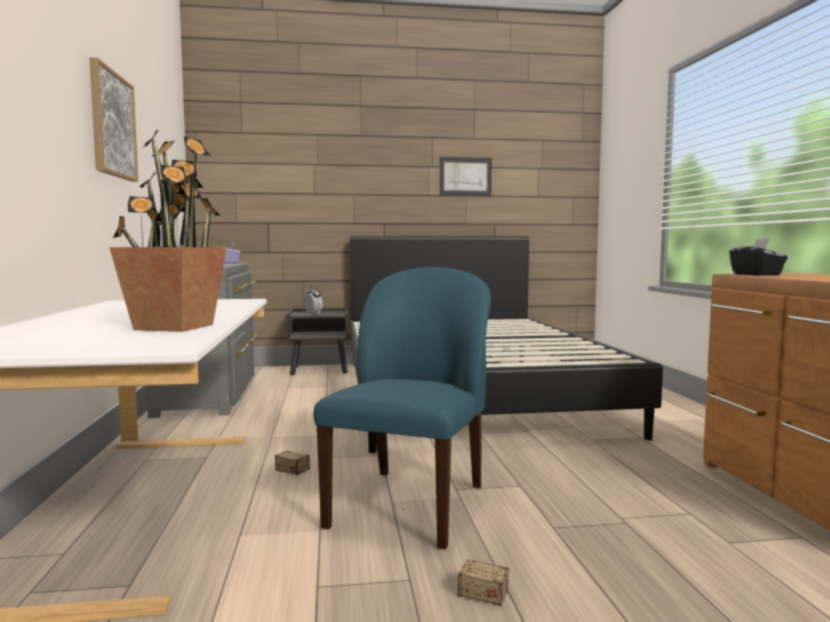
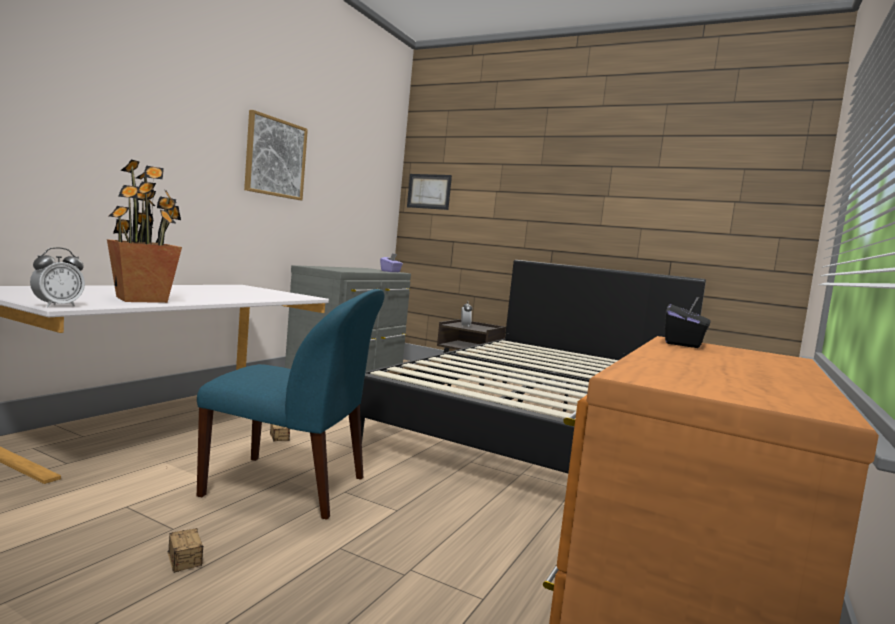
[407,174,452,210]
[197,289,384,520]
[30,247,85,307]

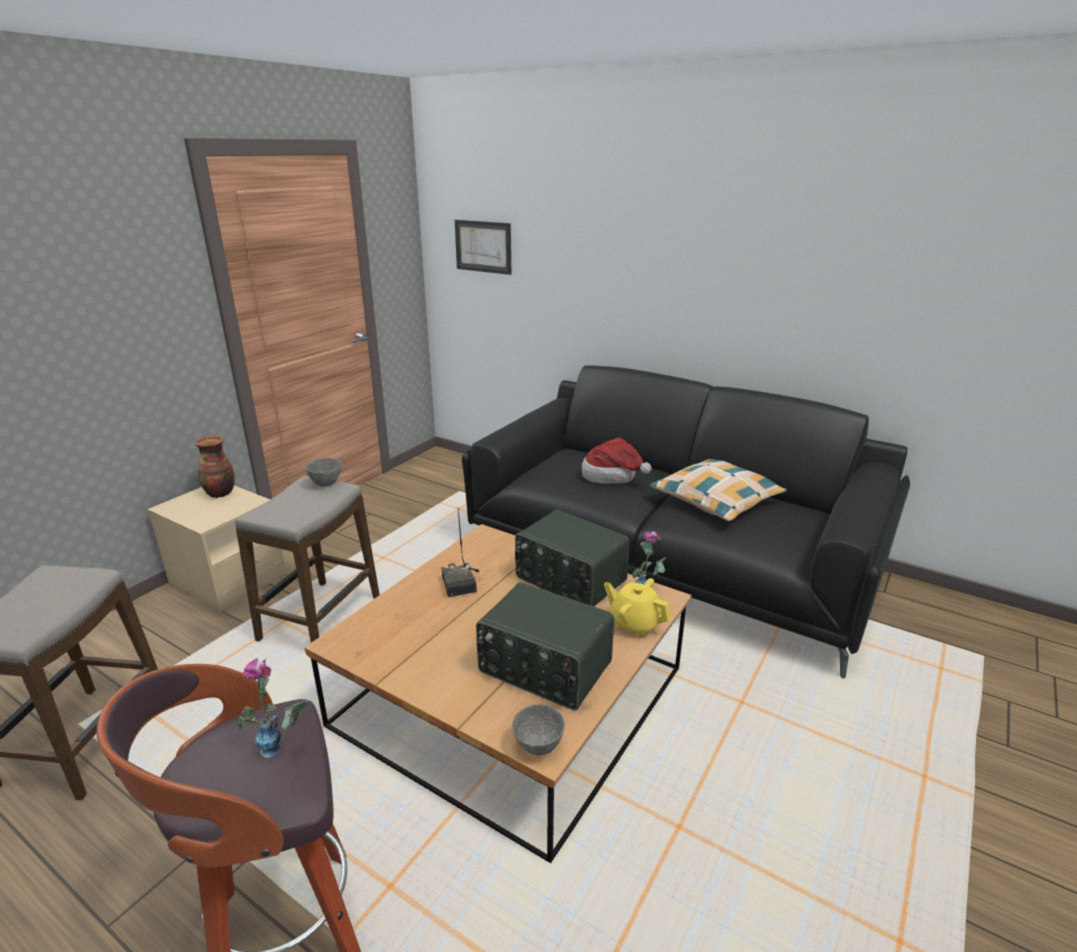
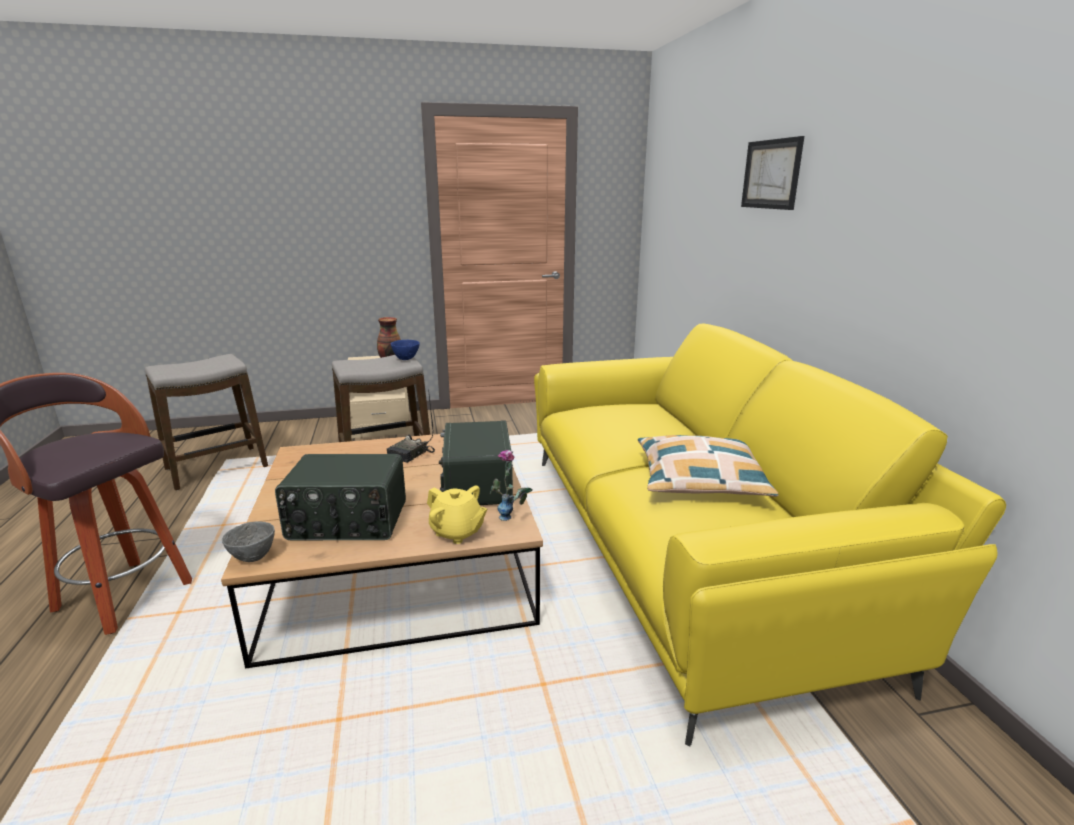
[741,136,804,210]
[534,323,1006,747]
[582,438,652,484] (first image)
[391,340,420,360]
[427,486,487,544]
[275,454,406,540]
[238,658,309,758] (first image)

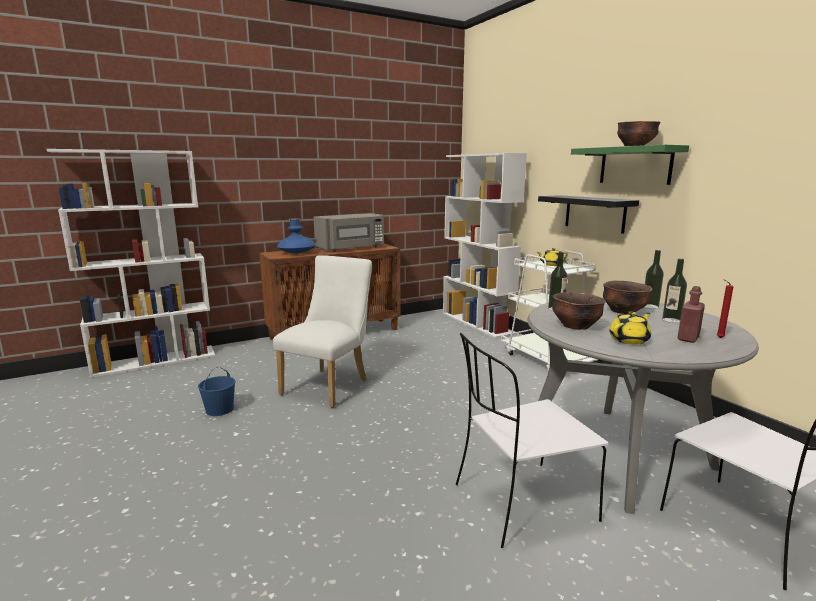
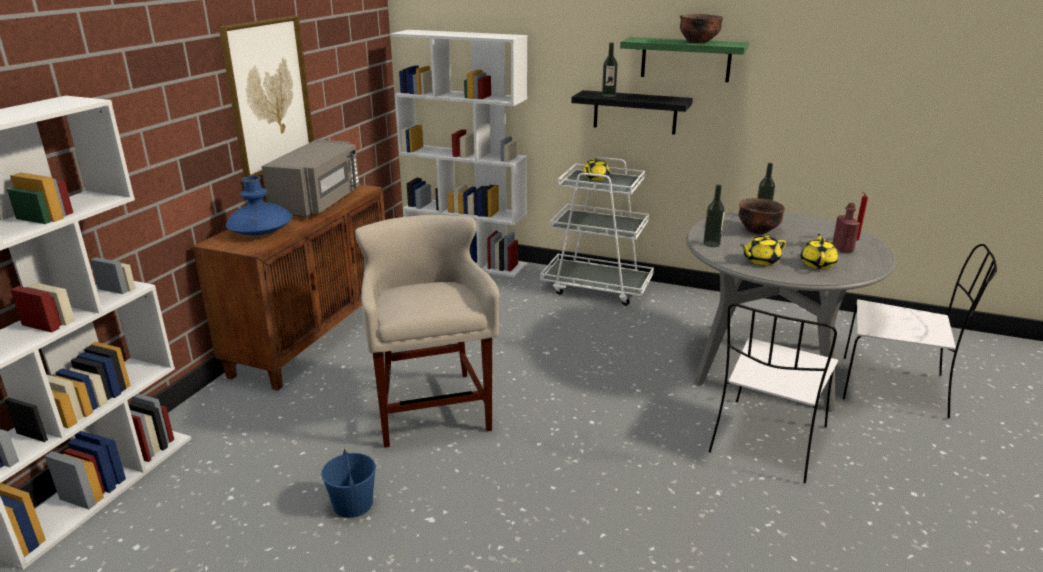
[355,215,499,448]
[602,42,618,97]
[741,235,786,265]
[219,16,314,177]

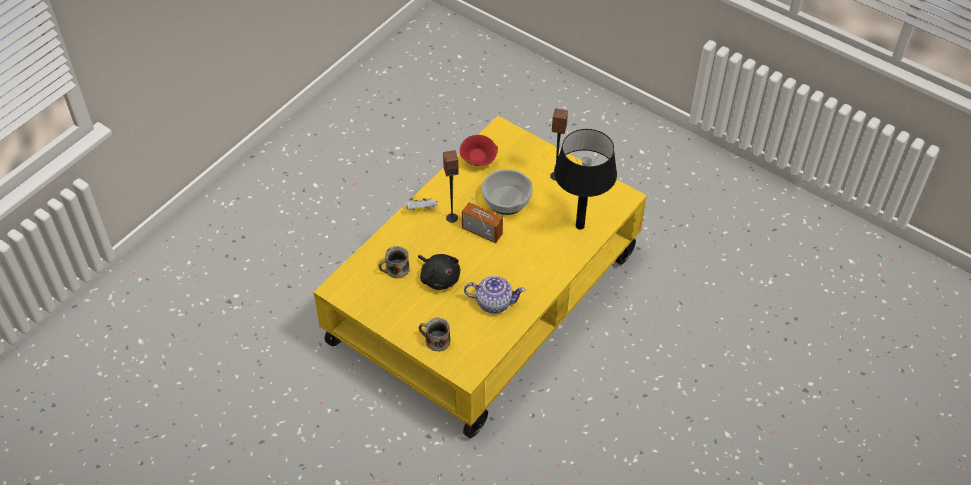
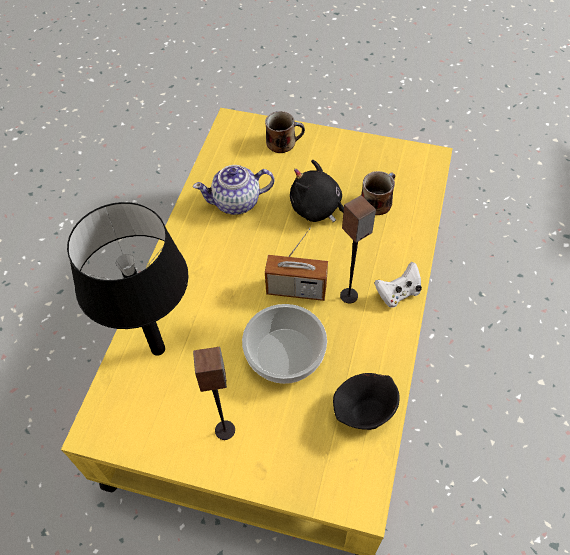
[333,373,400,430]

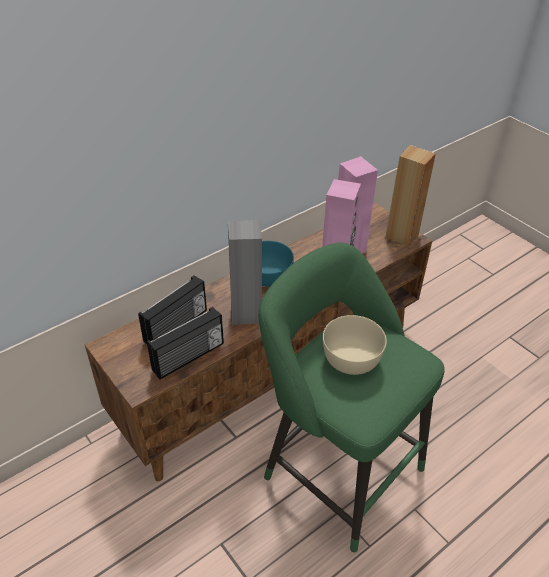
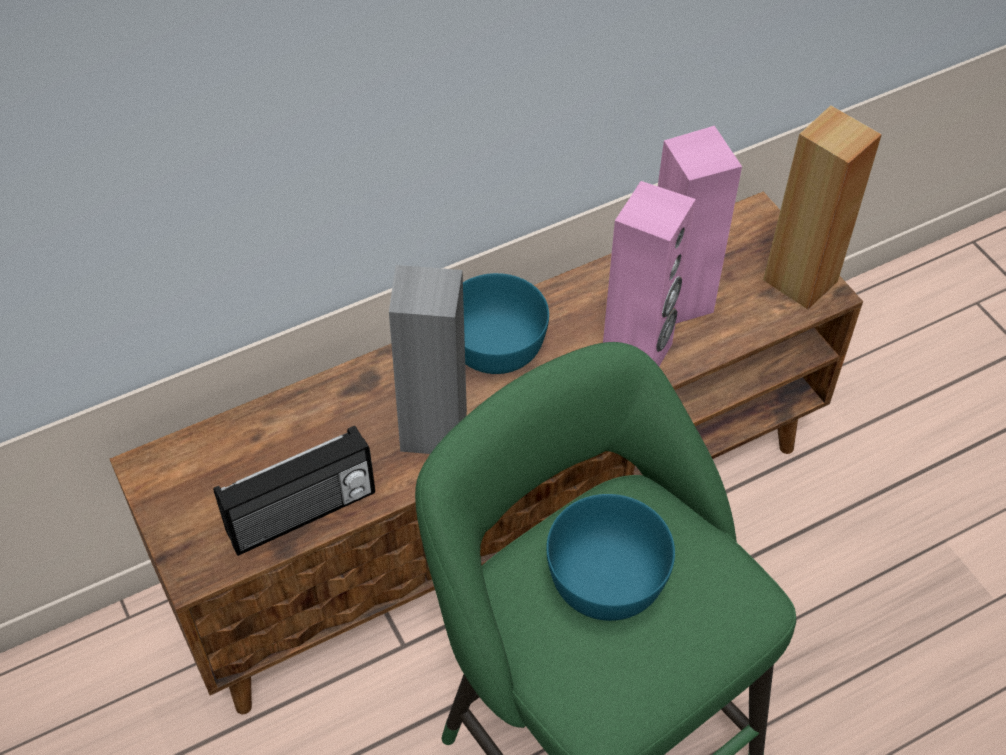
[138,275,207,344] (first image)
[546,494,675,621]

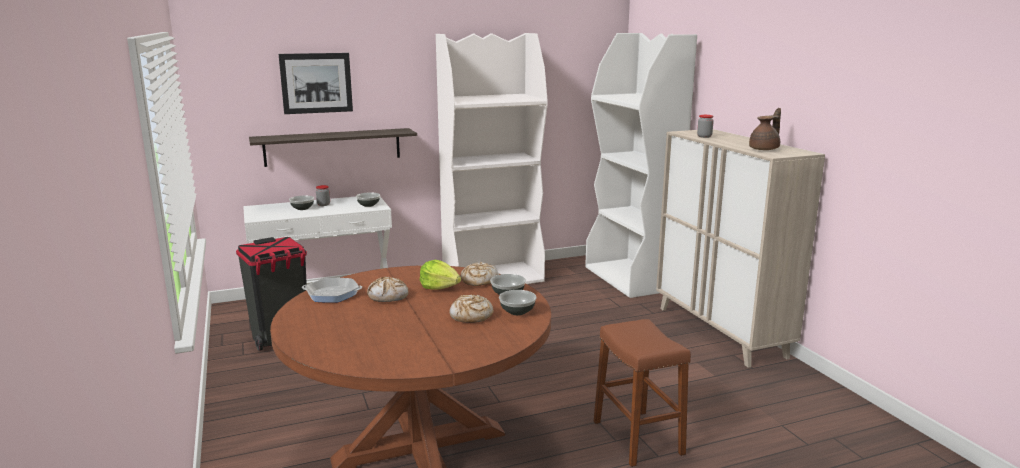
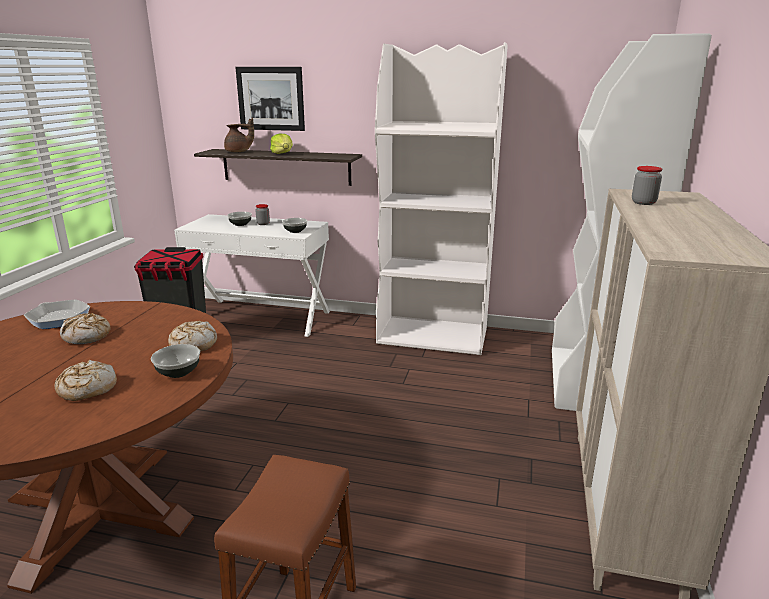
[224,118,254,152]
[270,133,293,154]
[499,290,537,315] (first image)

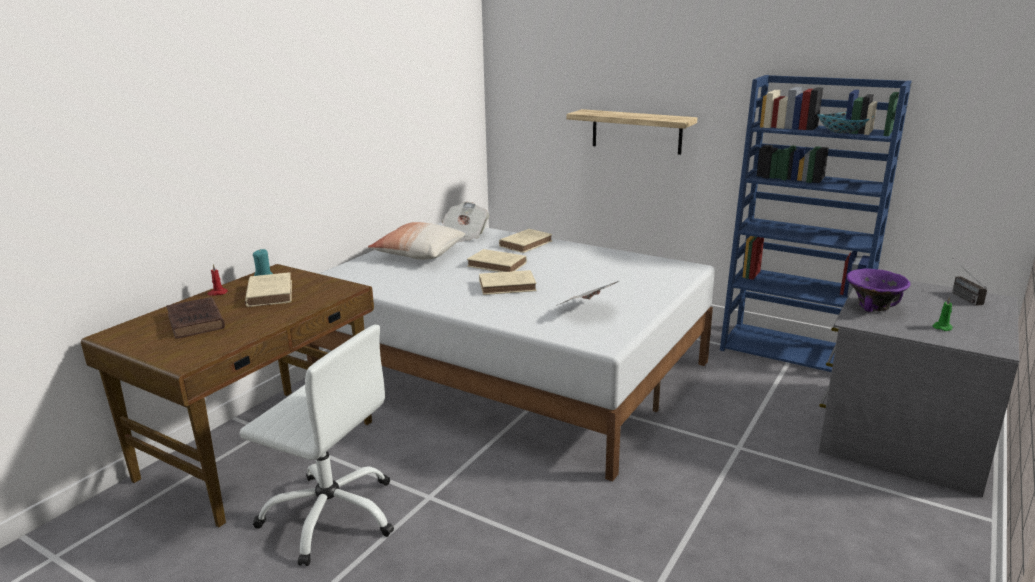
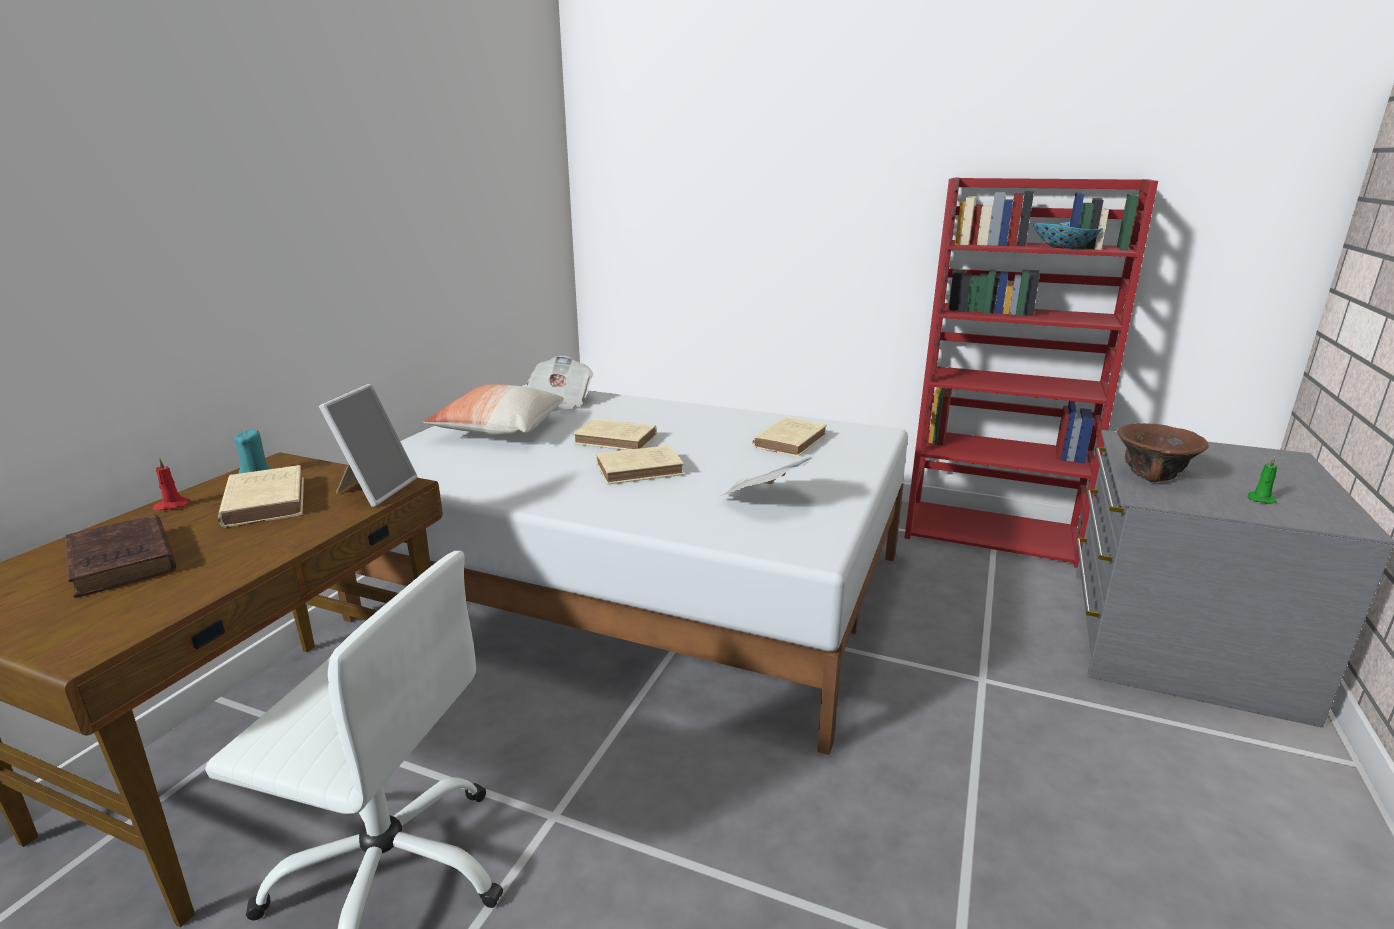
[905,178,1158,568]
[566,109,697,155] (first image)
[753,417,827,457]
[952,257,987,306] (first image)
[1117,423,1209,482]
[319,384,417,507]

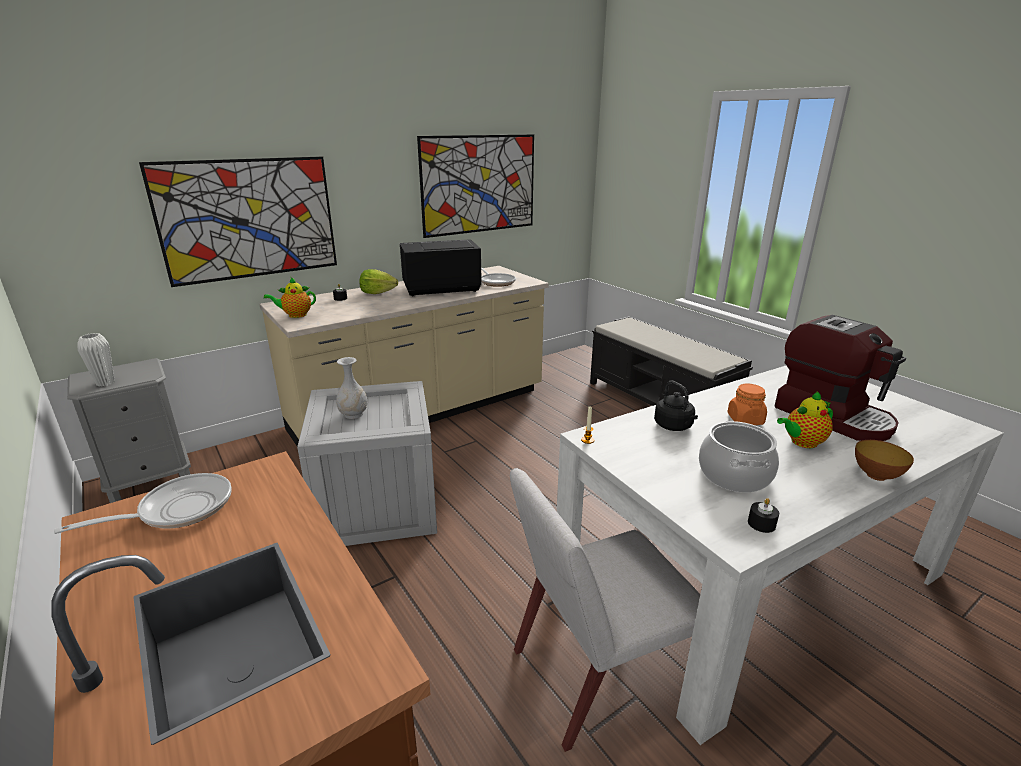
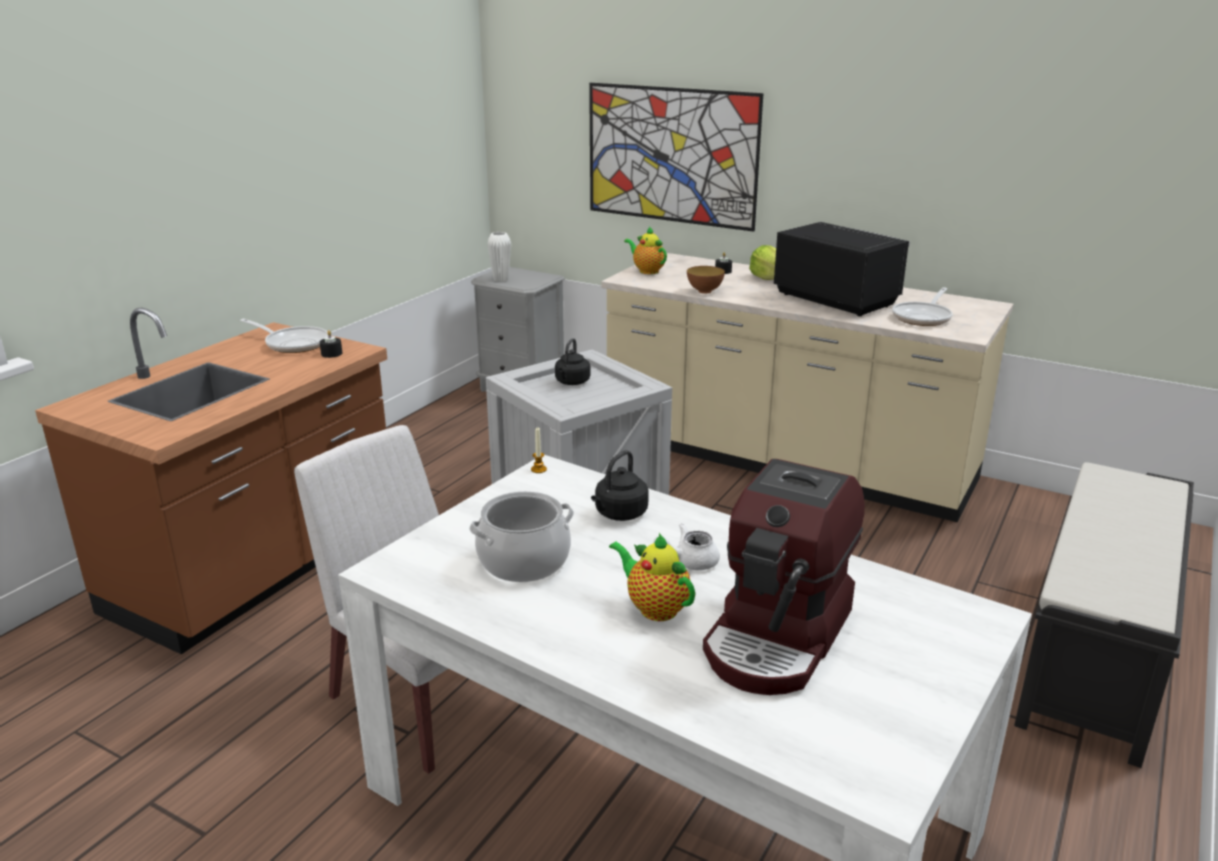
[417,134,534,238] (first image)
[555,338,591,385]
[653,523,720,570]
[687,266,725,294]
[320,330,342,358]

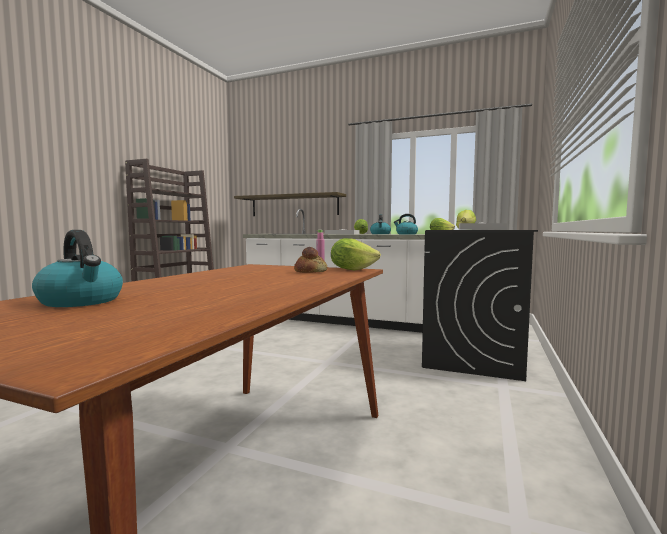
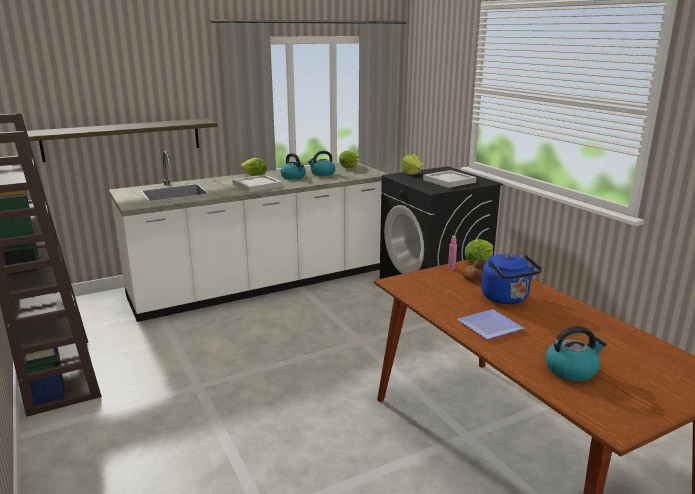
[481,254,542,304]
[457,309,525,340]

